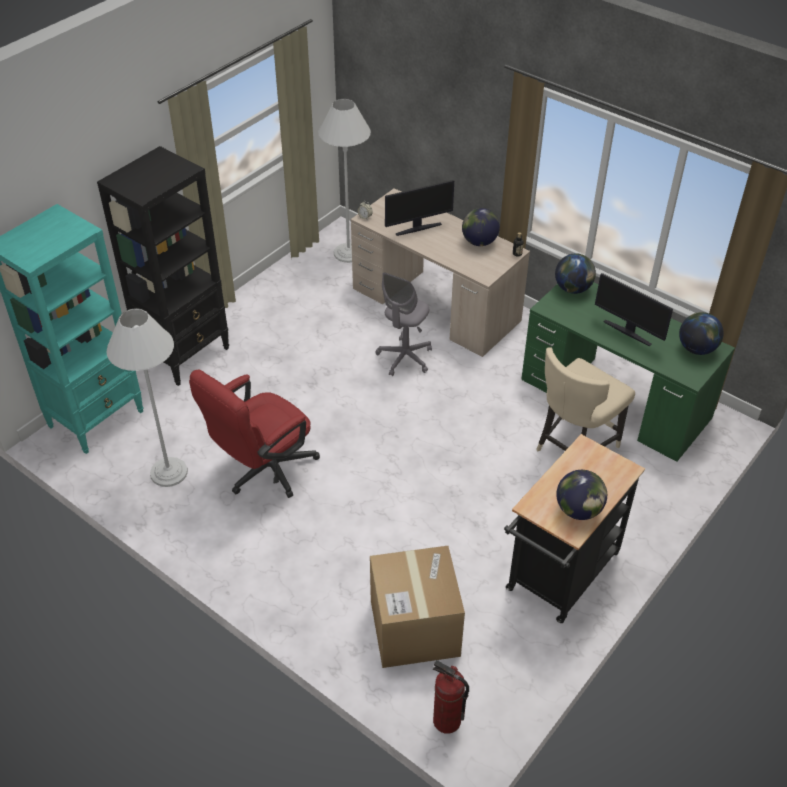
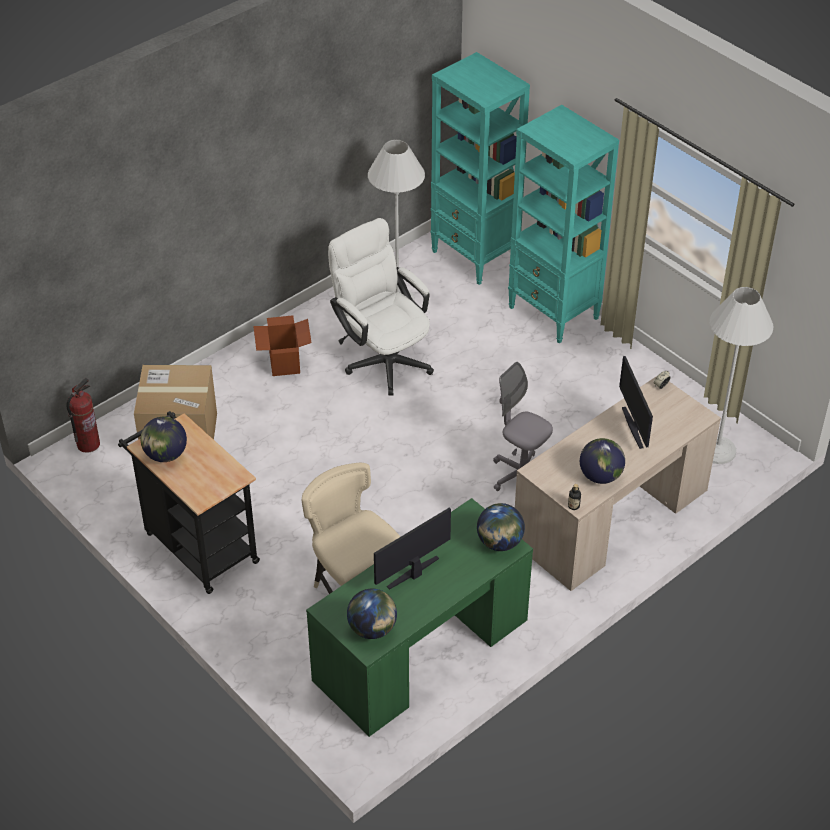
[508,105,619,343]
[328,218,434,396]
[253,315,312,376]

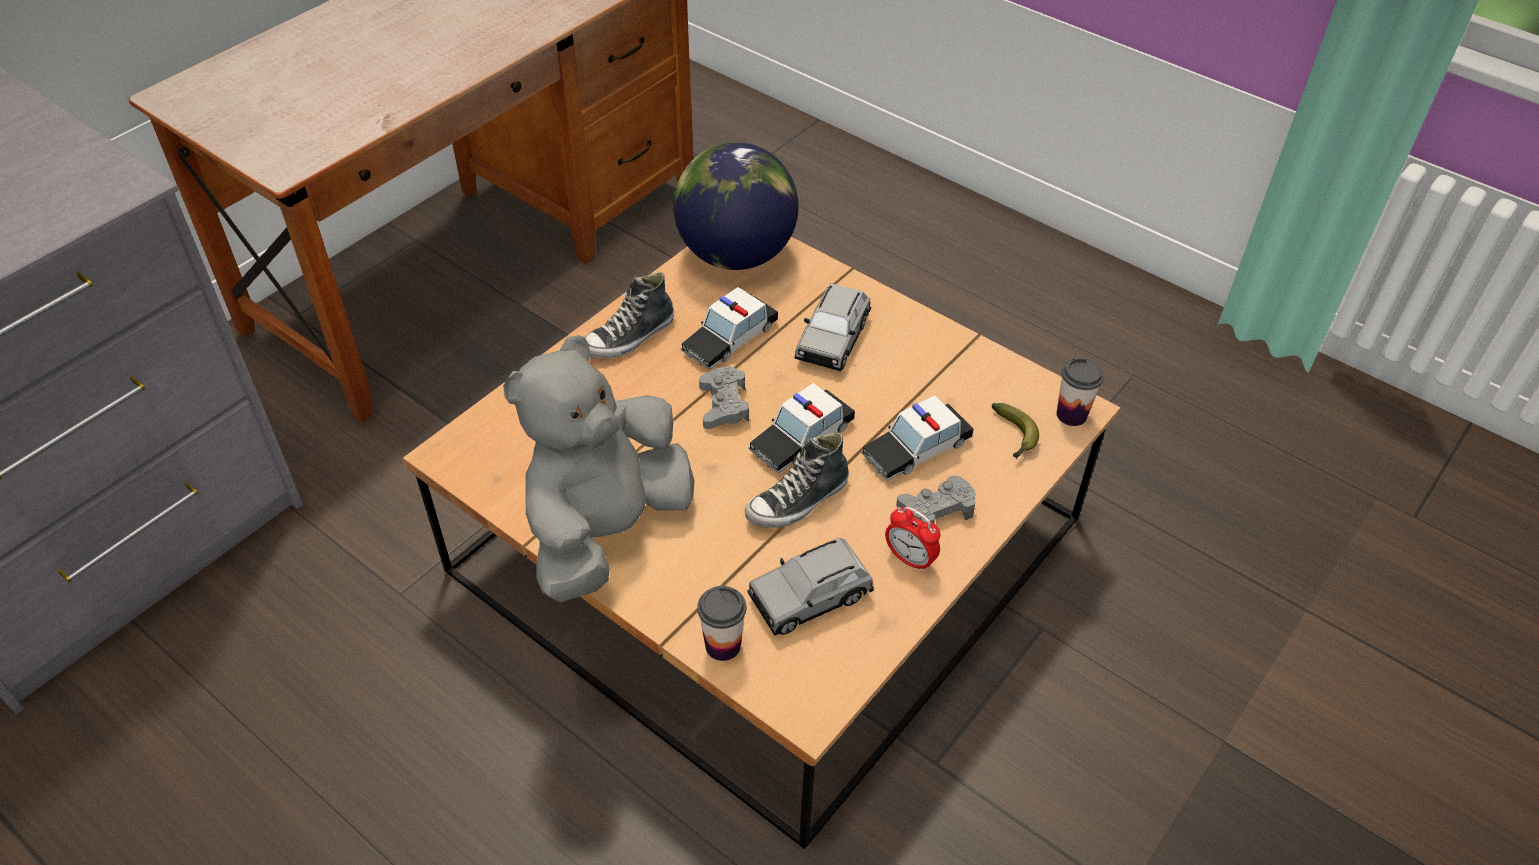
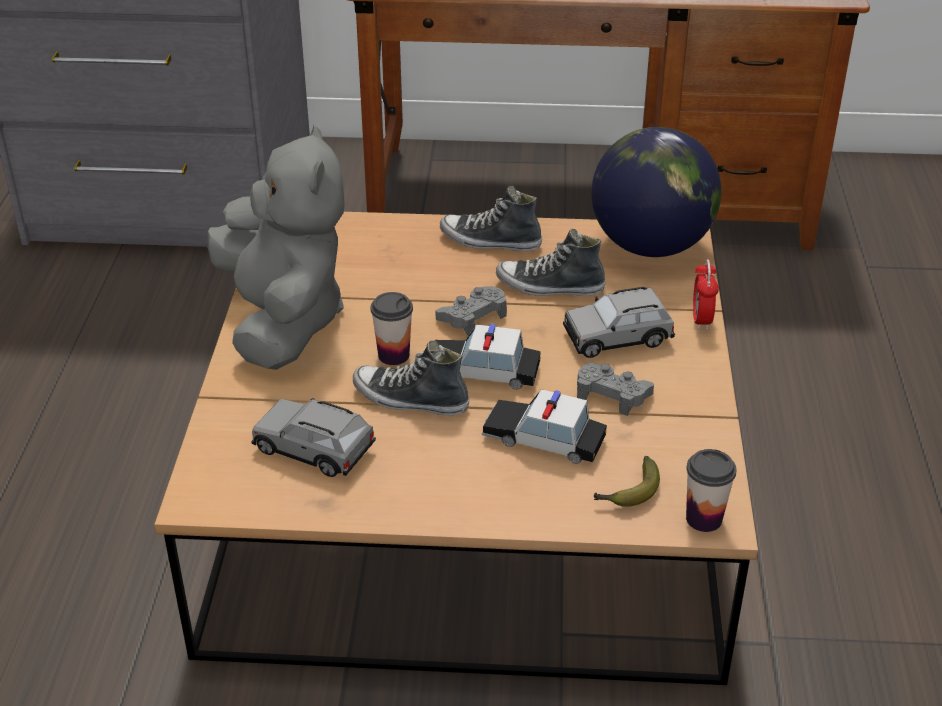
[496,229,606,296]
[207,124,345,370]
[577,363,654,416]
[693,259,719,330]
[371,292,413,365]

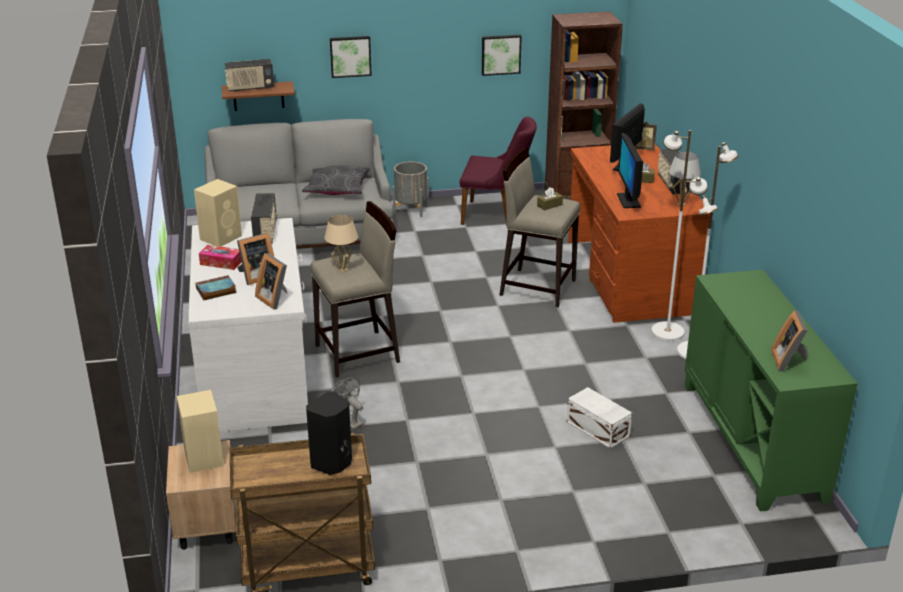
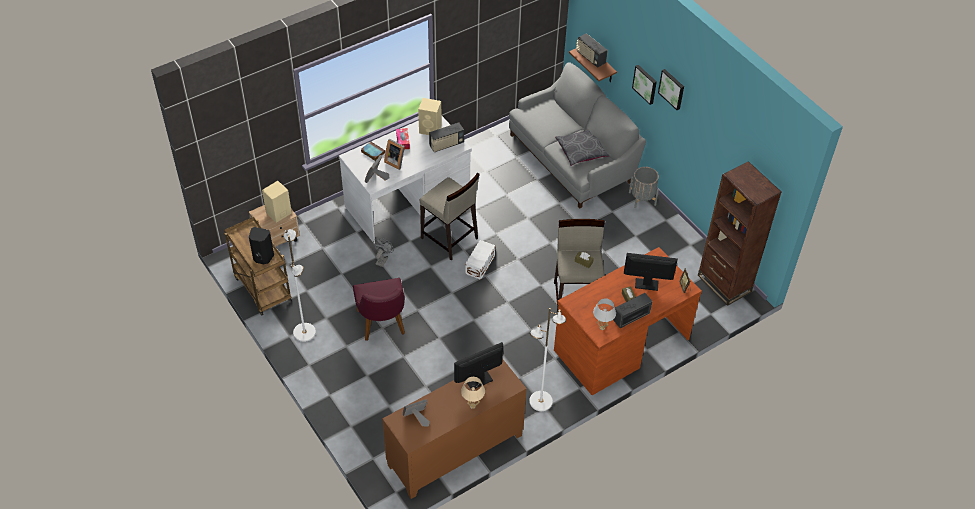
[658,69,684,110]
[353,278,405,341]
[284,229,316,342]
[454,342,503,389]
[461,377,485,409]
[382,359,527,499]
[465,240,495,280]

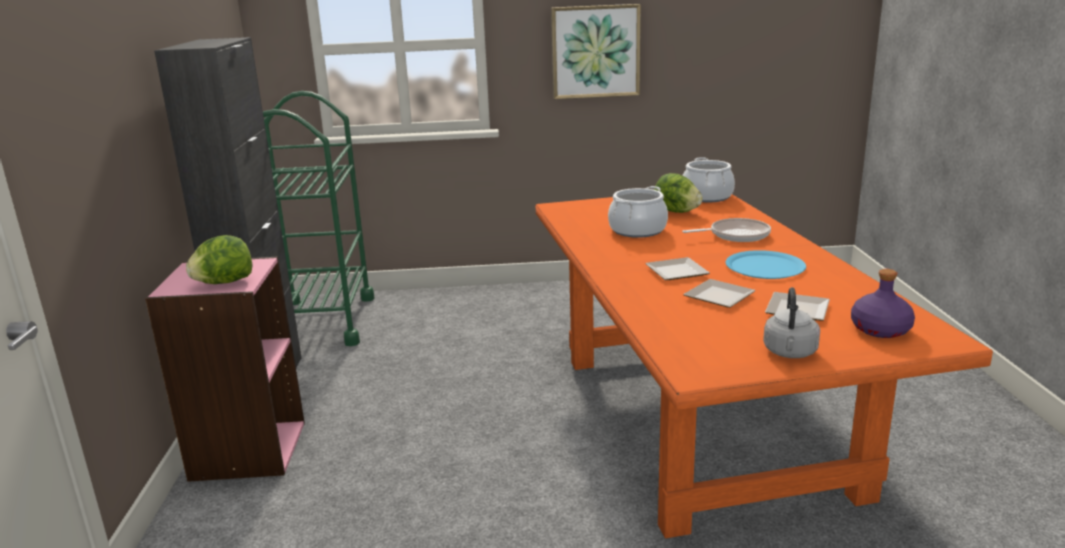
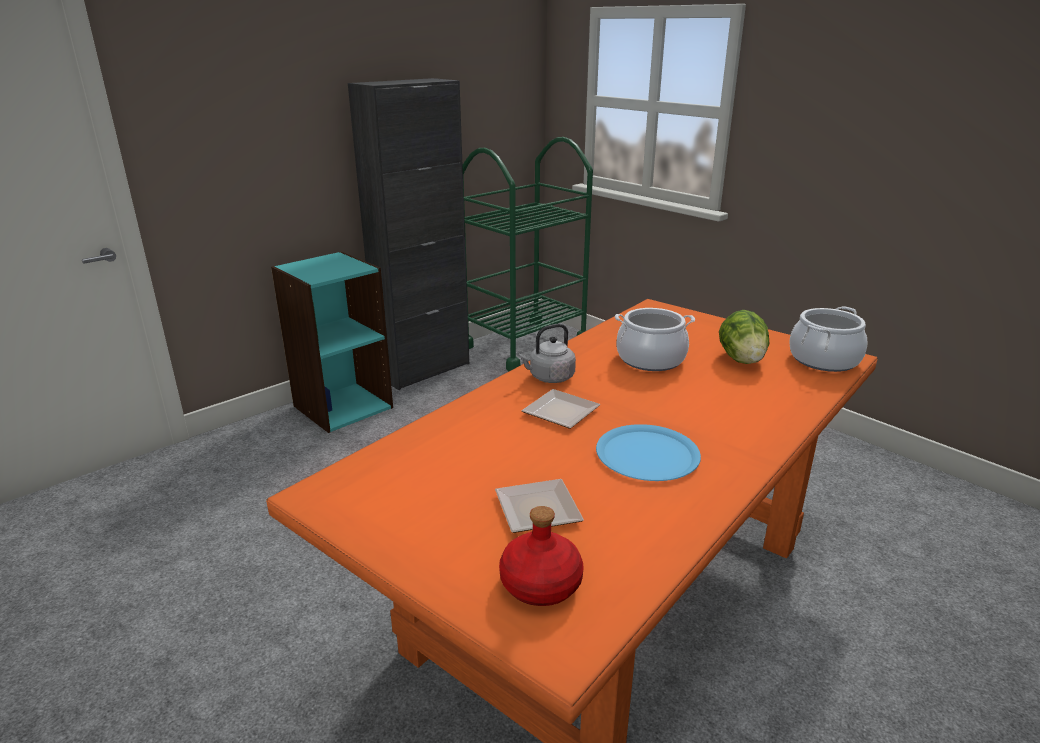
[551,4,641,99] (first image)
[682,218,771,242] (first image)
[186,235,252,284] (first image)
[271,251,393,433]
[499,506,583,606]
[683,279,756,308] (first image)
[518,324,576,383]

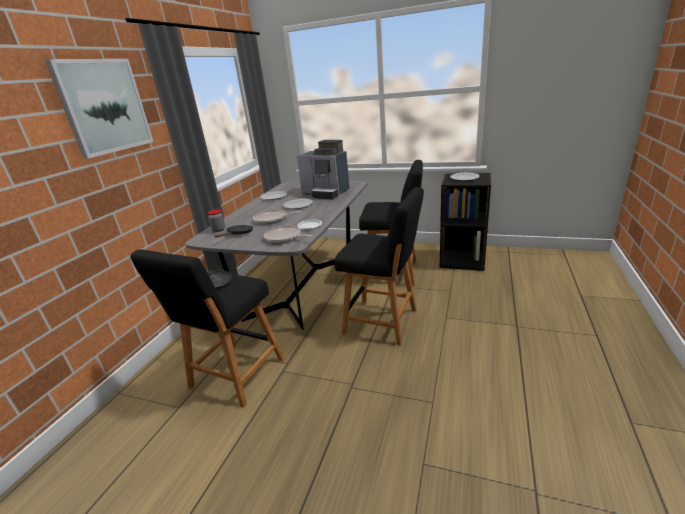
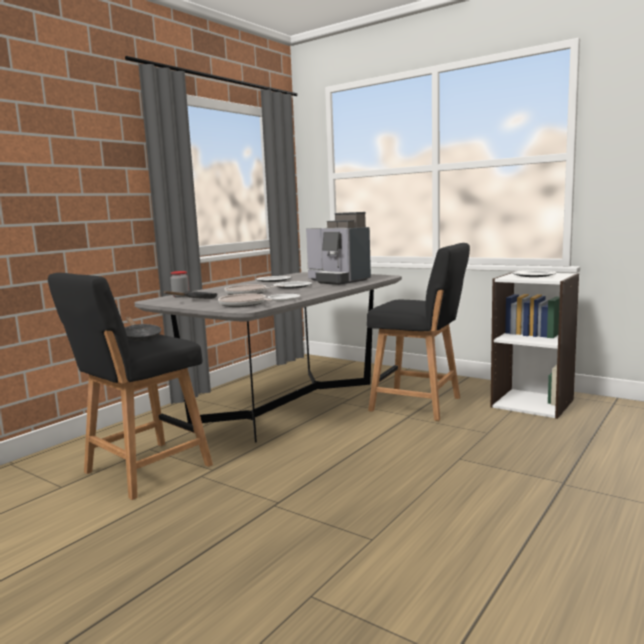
[45,59,154,159] (first image)
[491,272,579,419]
[334,187,424,346] (first image)

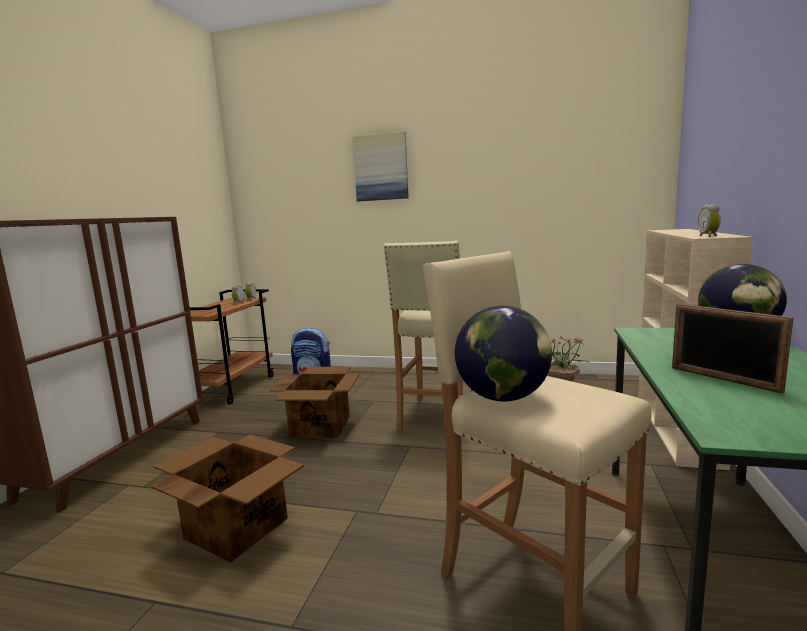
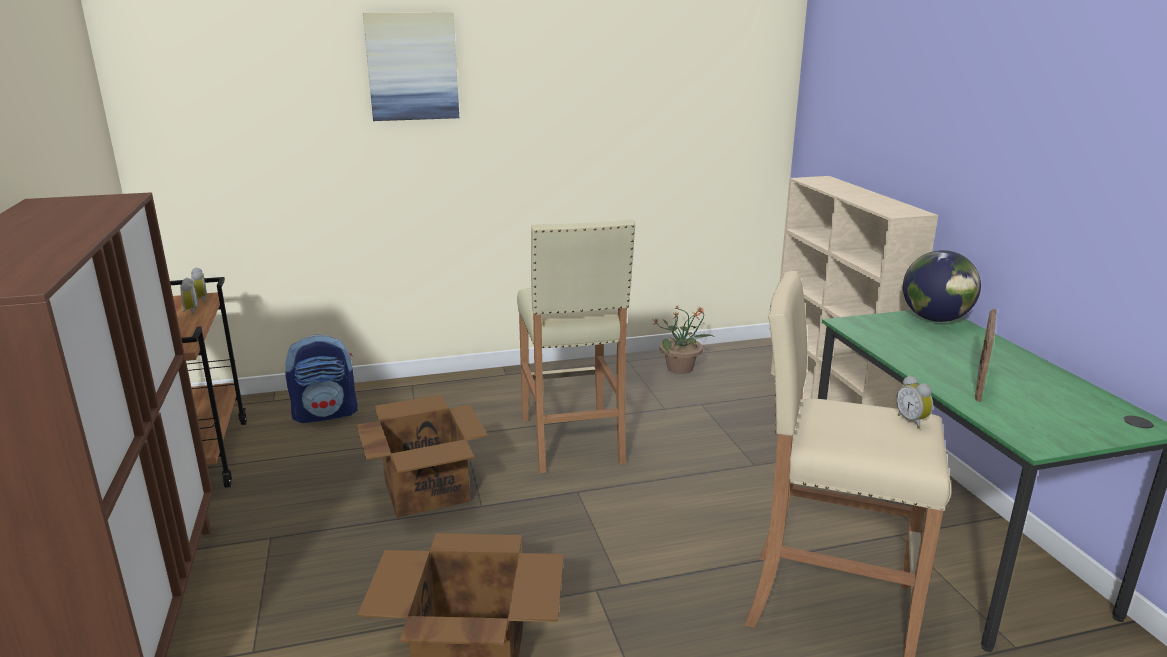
[896,375,933,429]
[975,309,997,402]
[455,306,552,402] (first image)

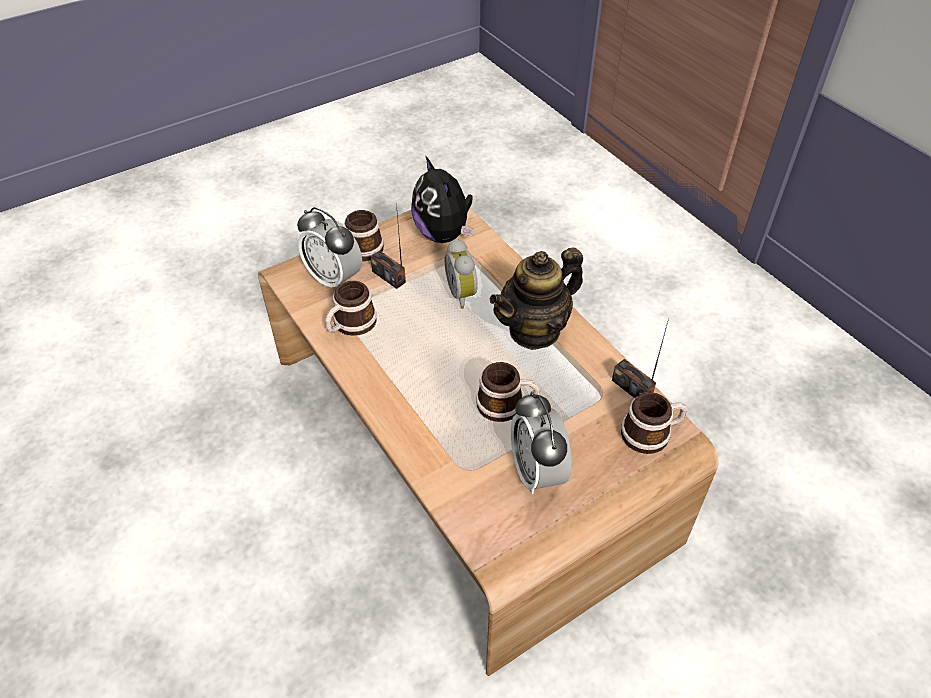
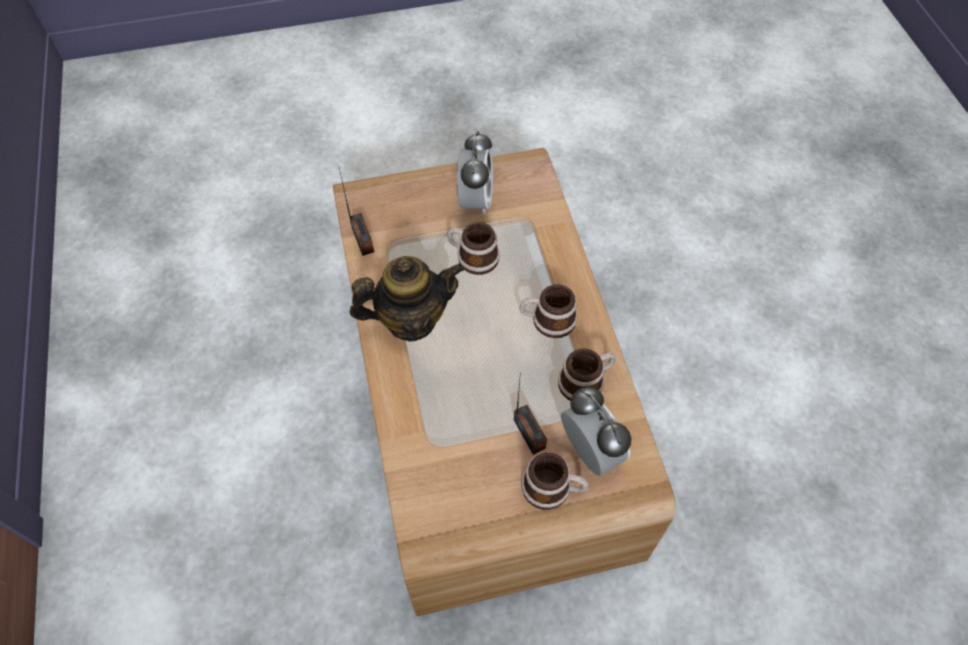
[411,155,474,243] (first image)
[445,239,478,309] (first image)
[519,284,577,338]

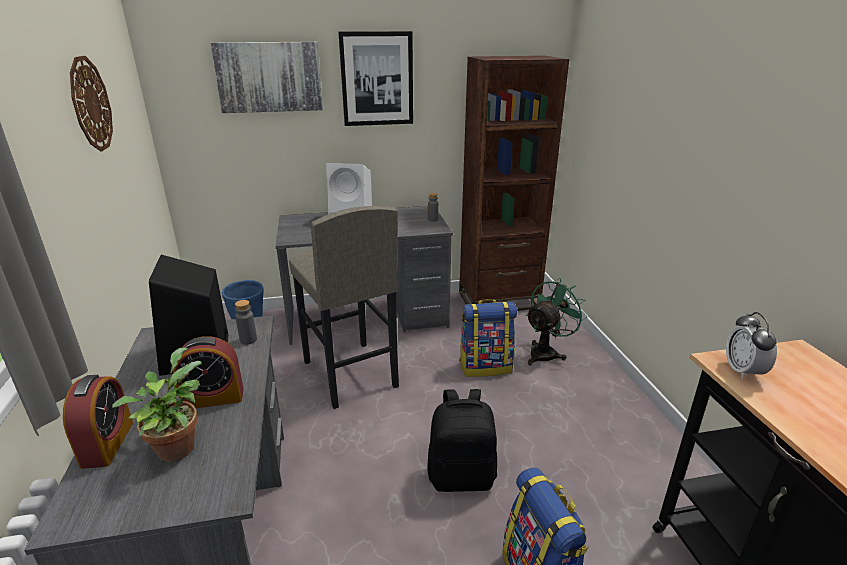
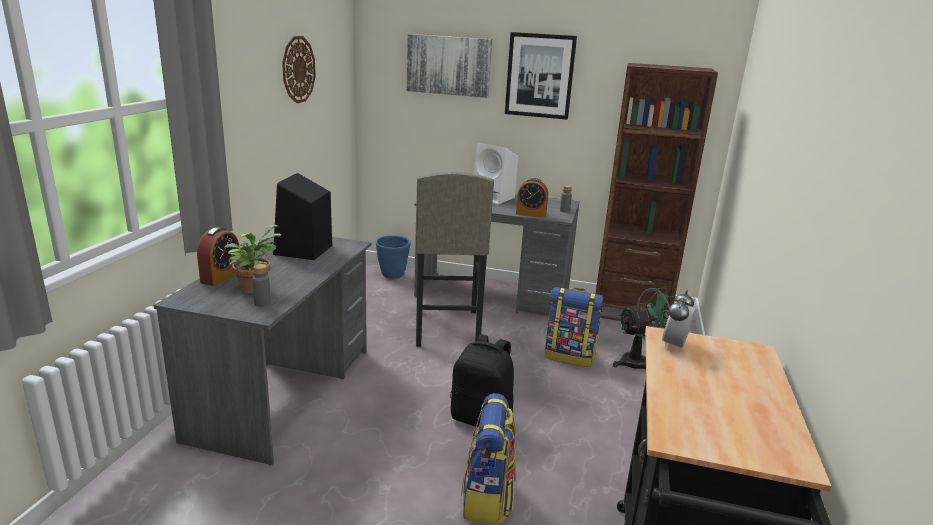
[252,264,271,307]
[516,178,548,218]

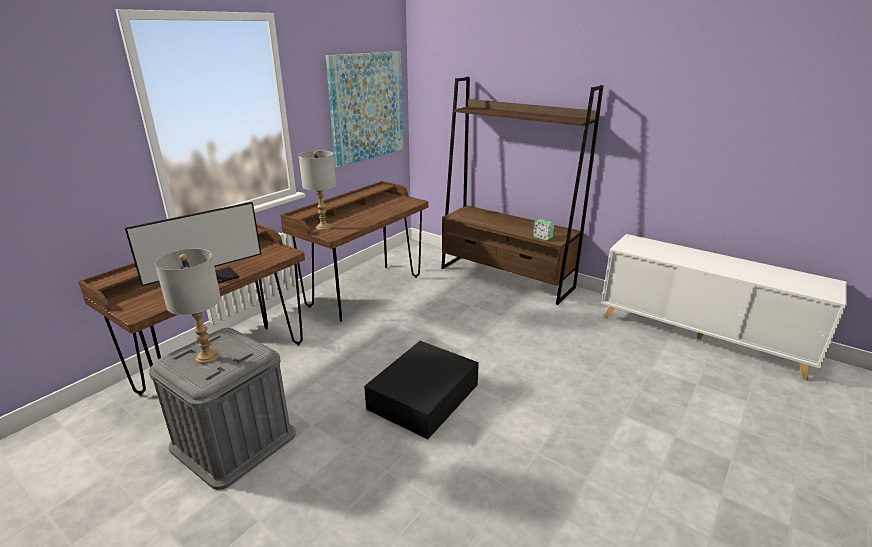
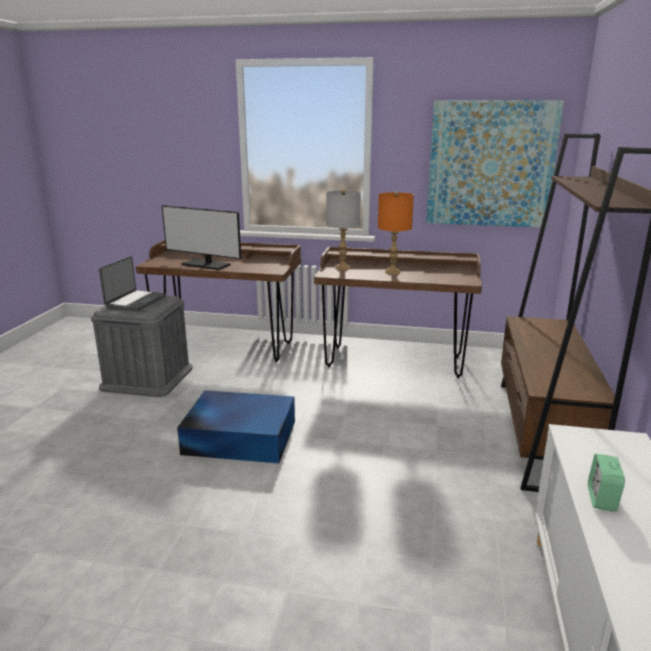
[588,454,625,512]
[99,256,166,312]
[177,390,295,463]
[378,192,414,275]

